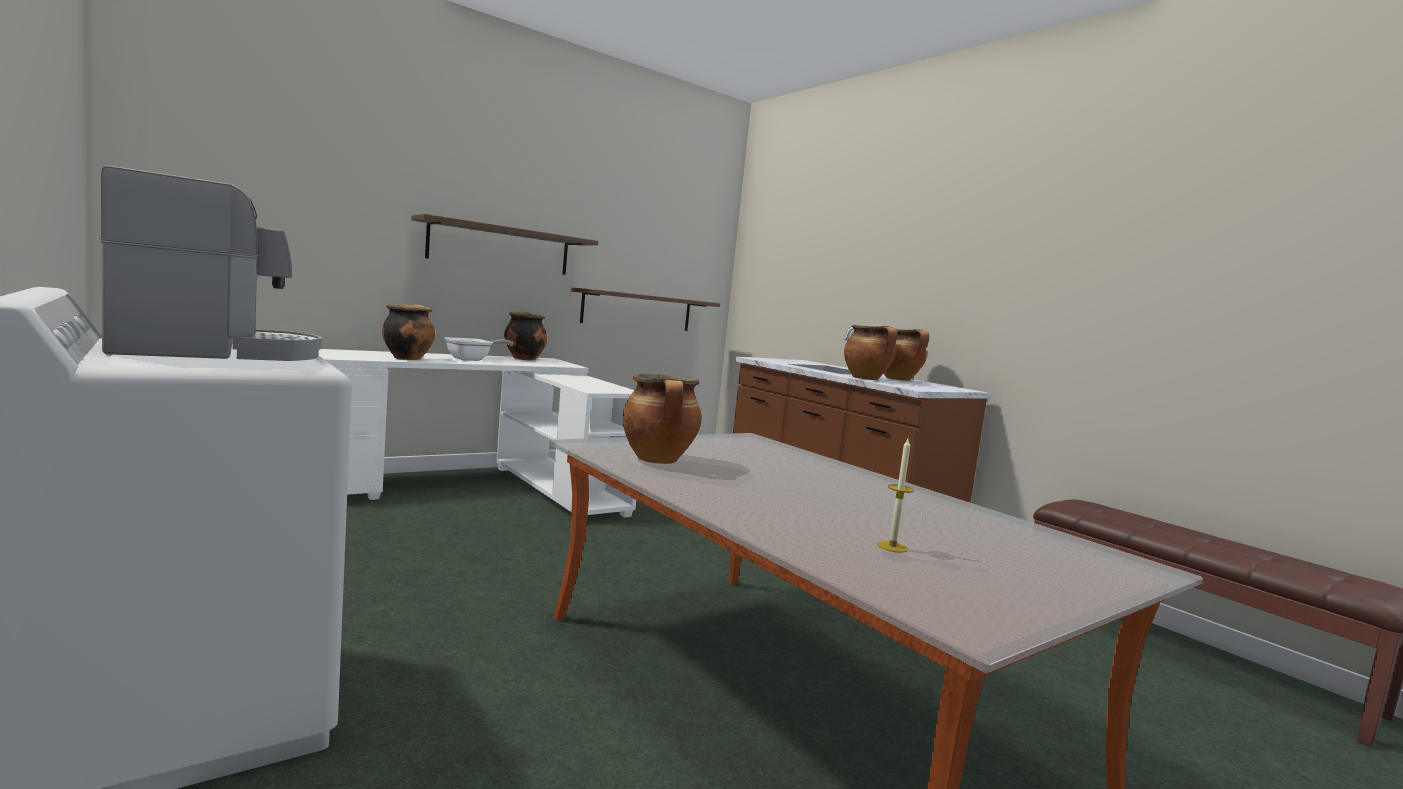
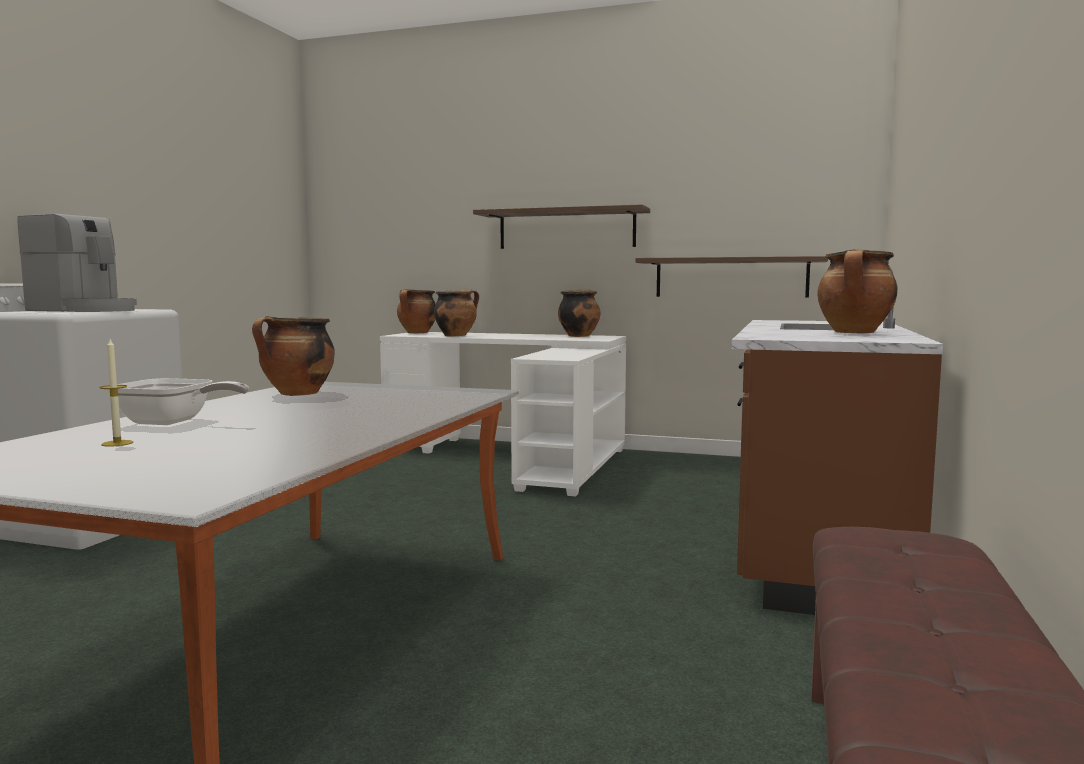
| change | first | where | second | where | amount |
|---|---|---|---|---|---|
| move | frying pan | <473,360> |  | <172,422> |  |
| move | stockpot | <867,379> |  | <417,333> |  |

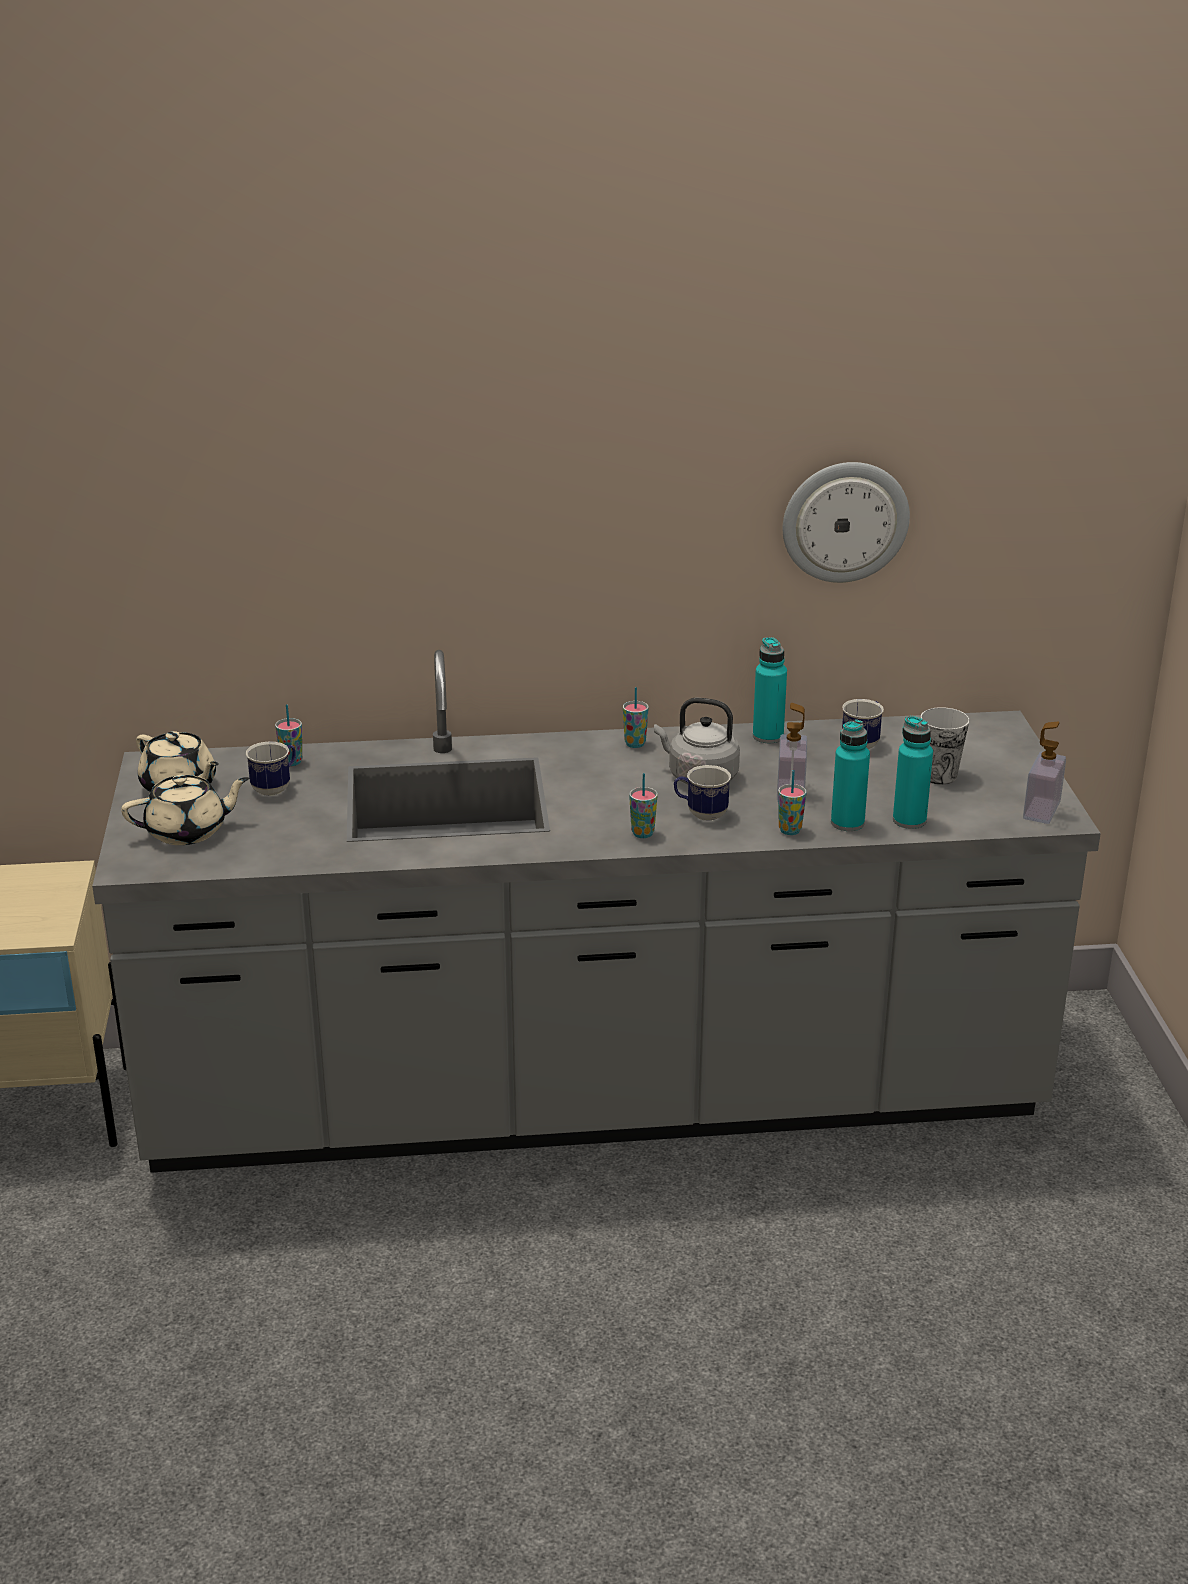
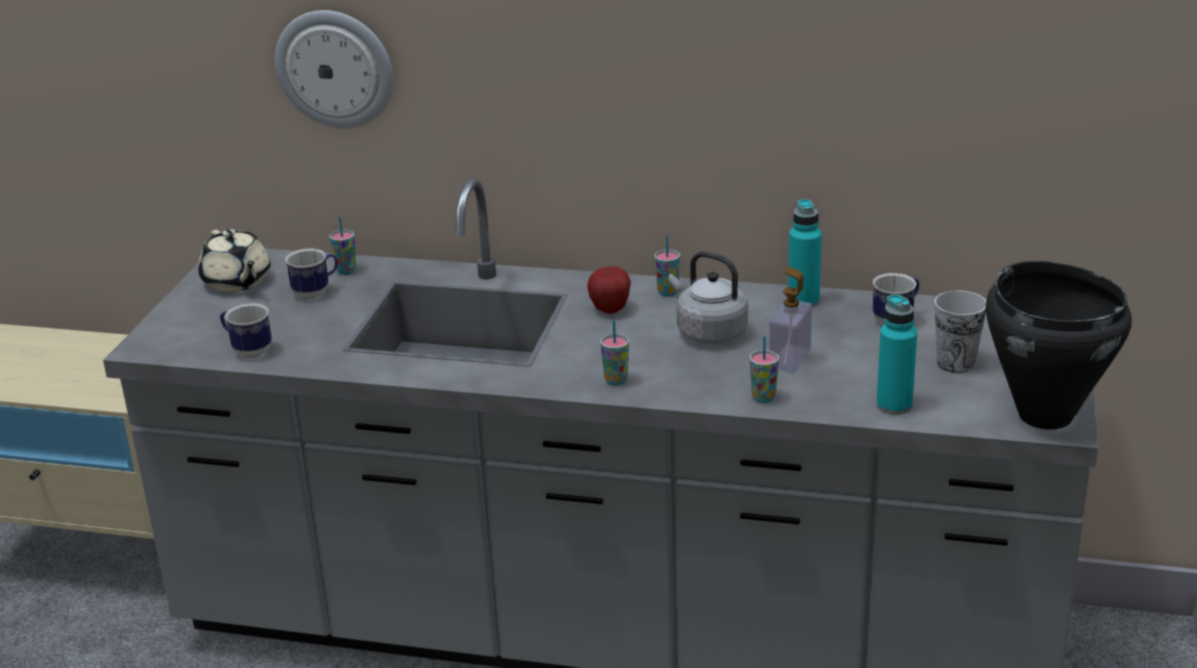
| change | first | where | second | where | amount |
|---|---|---|---|---|---|
| move | coffee mug | <701,814> |  | <247,350> |  |
| move | hanging clock | <845,521> |  | <335,68> |  |
| insert |  |  | apple fruit | <610,310> |  |
| replace | soap dispenser | <1041,810> | stockpot (black) | <1045,414> |  |
| delete | pot for tea (beige) | <188,831> |  |  |  |
| delete | beverage bottle (turquoise) | <847,823> |  |  |  |

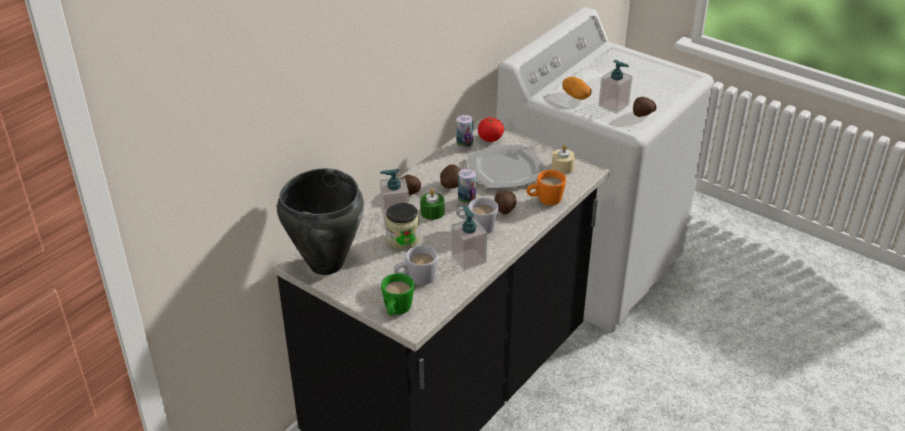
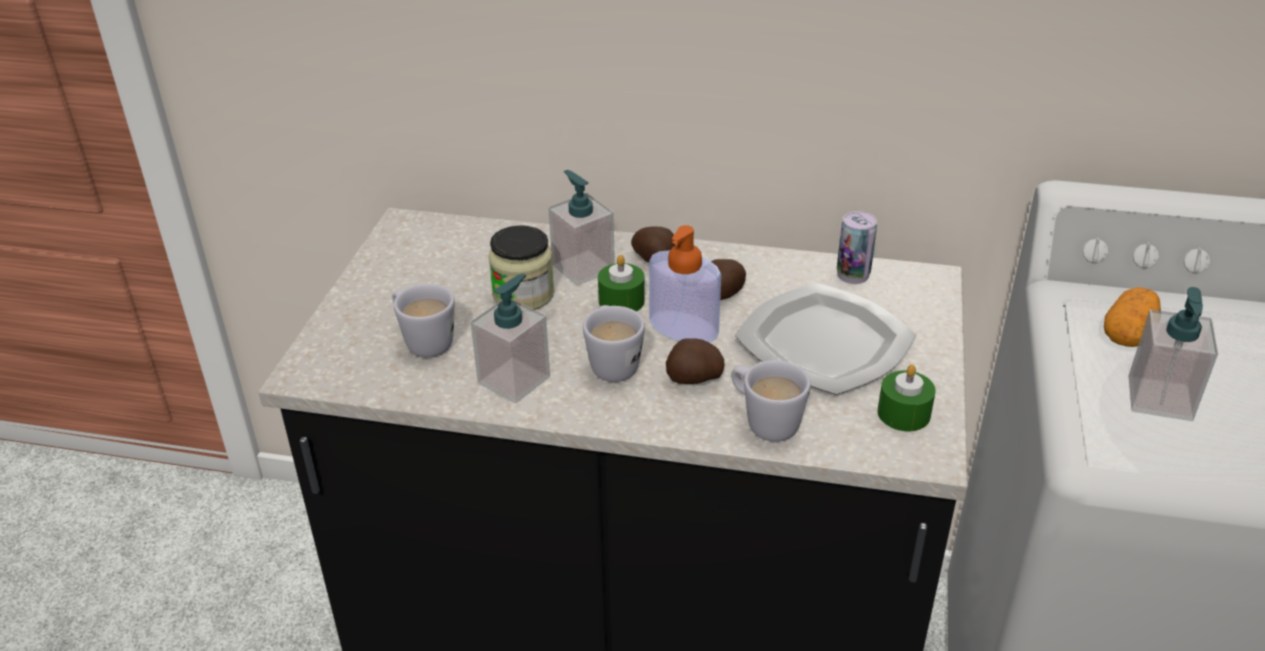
| change | first | where | second | where | amount |
|---|---|---|---|---|---|
| replace | metal can | <466,201> | soap dispenser | <683,327> |  |
| recolor | coffee mug (orange-coloured) | <544,201> | coffee mug (white) | <764,421> |  |
| recolor | wax light (beige) | <562,167> | wax light (green) | <903,413> |  |
| delete | stockpot (black) | <325,264> |  |  |  |
| delete | coffee mug (green) | <396,311> |  |  |  |
| delete | whole tomato | <490,138> |  |  |  |
| delete | potato | <642,114> |  |  |  |

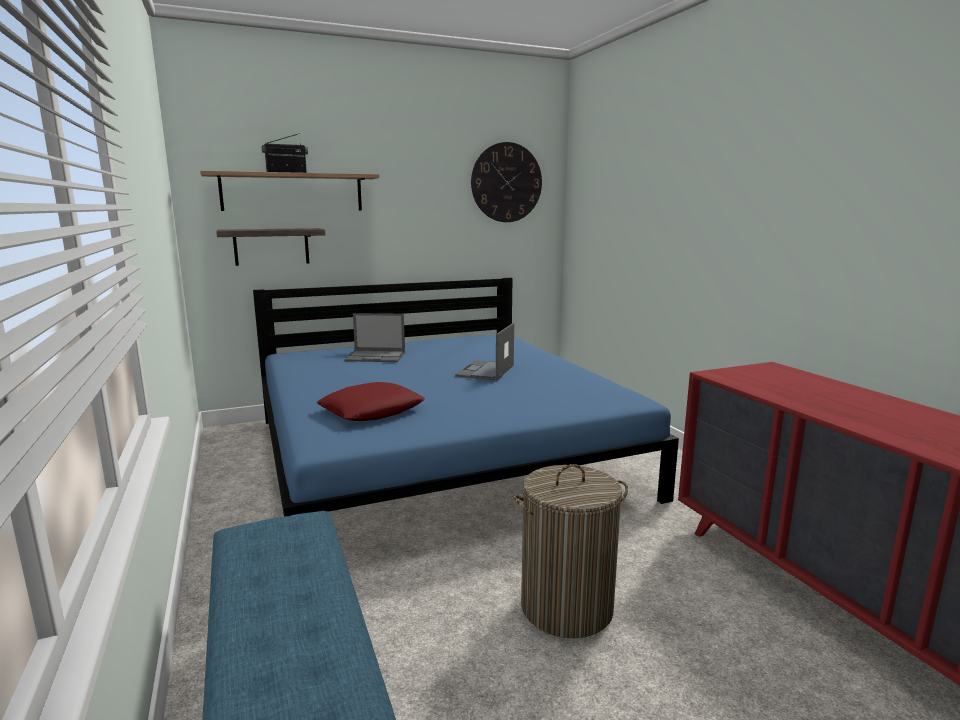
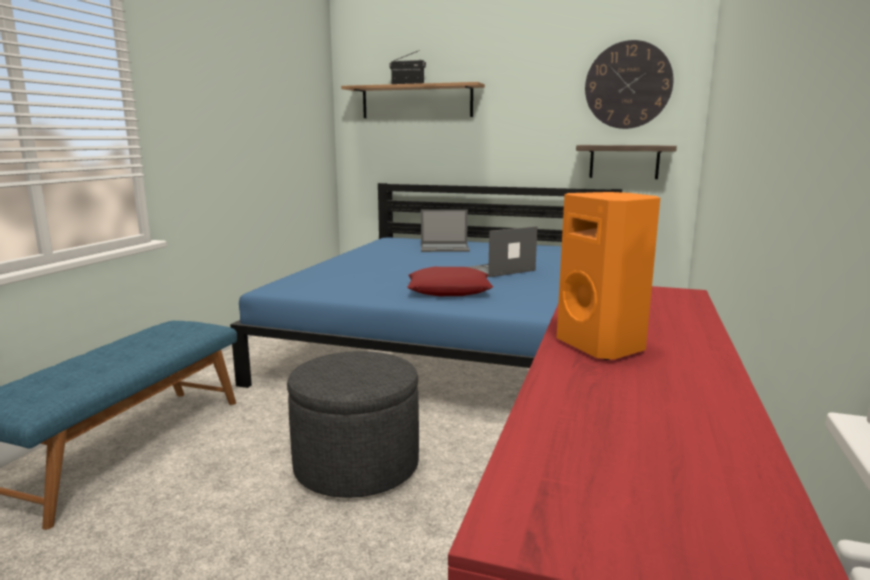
| change | first | where | second | where | amount |
|---|---|---|---|---|---|
| replace | washing basket | <566,607> | pouffe (grey) | <356,465> |  |
| move | cushion (red-coloured) | <372,410> |  | <449,290> |  |
| rotate | portable computer | <376,356> |  | <445,248> | 45 degrees counterclockwise |
| insert |  |  | loudspeaker (orange-coloured) | <603,346> |  |
| move | bracket shelf | <271,246> |  | <624,161> |  |

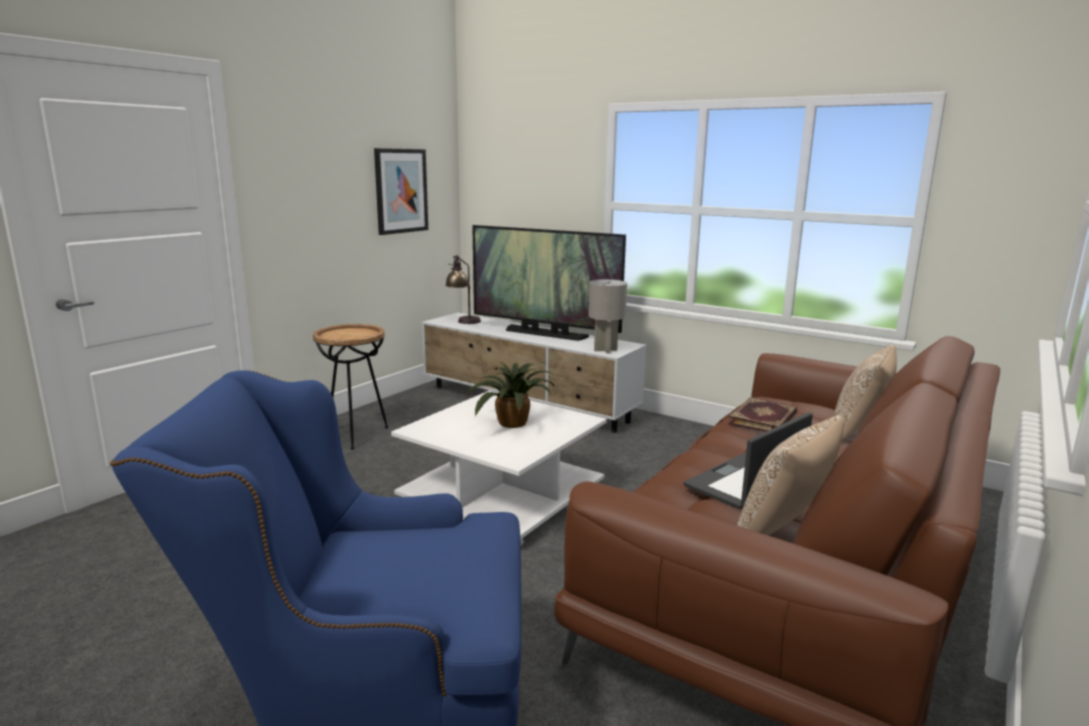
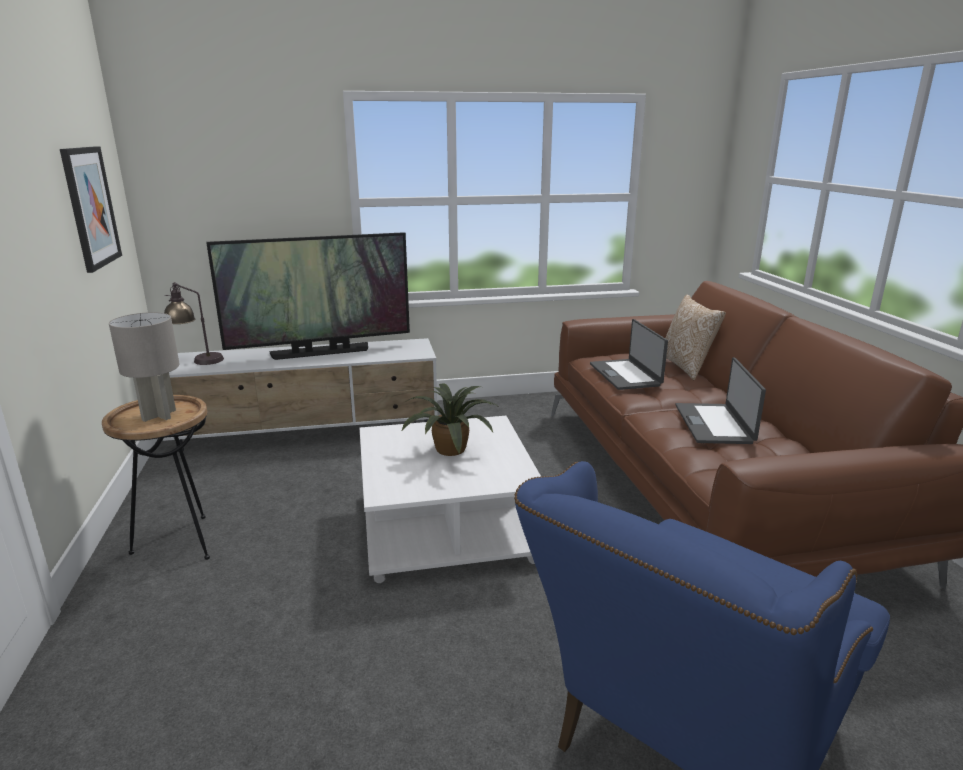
| change | first | where | second | where | amount |
|---|---|---|---|---|---|
| move | lamp for a table (grey) | <605,350> |  | <159,415> |  |
| replace | book | <764,419> | portable computer | <626,375> |  |
| delete | cushion | <783,536> |  |  |  |

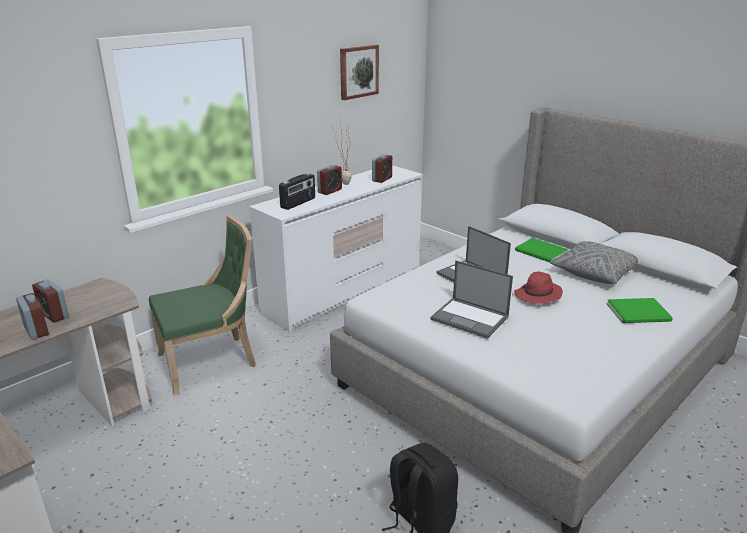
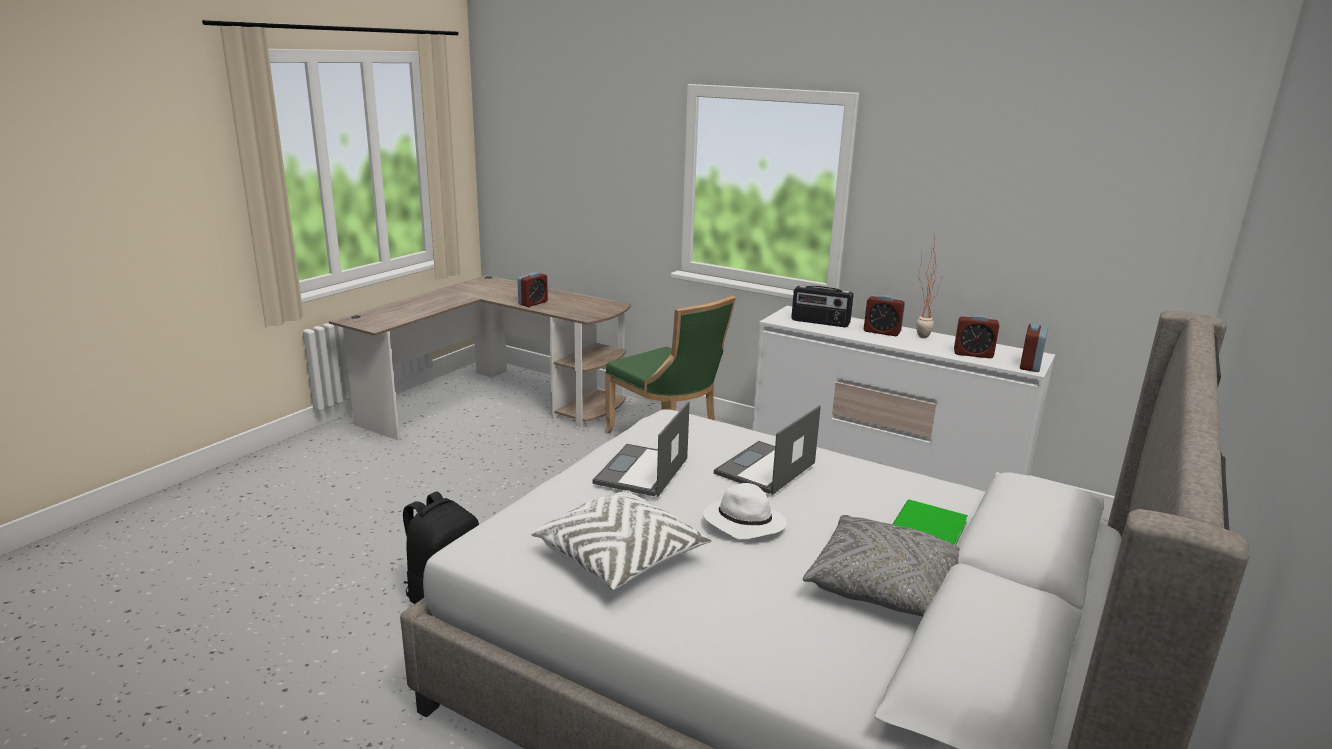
| change | first | where | second | where | amount |
|---|---|---|---|---|---|
| insert |  |  | cushion (white) | <621,558> |  |
| recolor | hat (red-coloured) | <538,296> | hat (white) | <742,523> |  |
| move | alarm clock | <54,315> |  | <1030,365> |  |
| delete | picture | <358,71> |  |  |  |
| delete | book (green) | <640,313> |  |  |  |

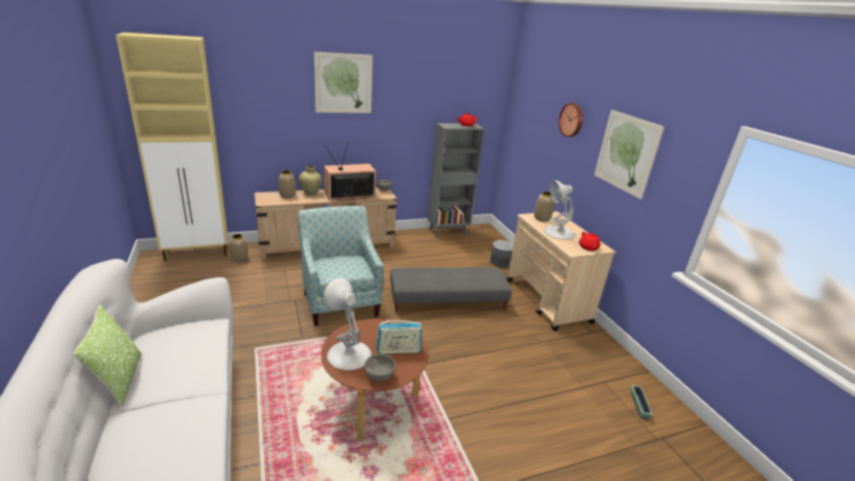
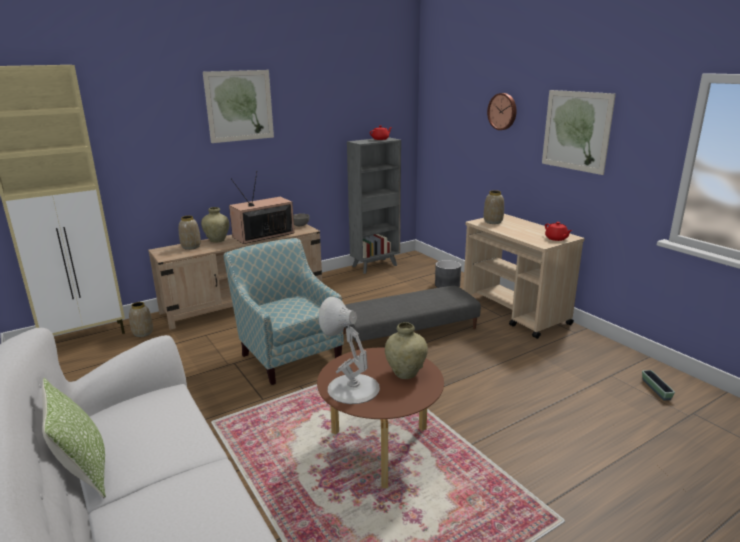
| change | first | where | second | where | amount |
|---|---|---|---|---|---|
| replace | radio | <398,350> | flower vase (beige) | <405,373> |  |
| delete | serving bowl (grey) | <379,376> |  |  |  |
| delete | lamp for a table (white) | <558,233> |  |  |  |

